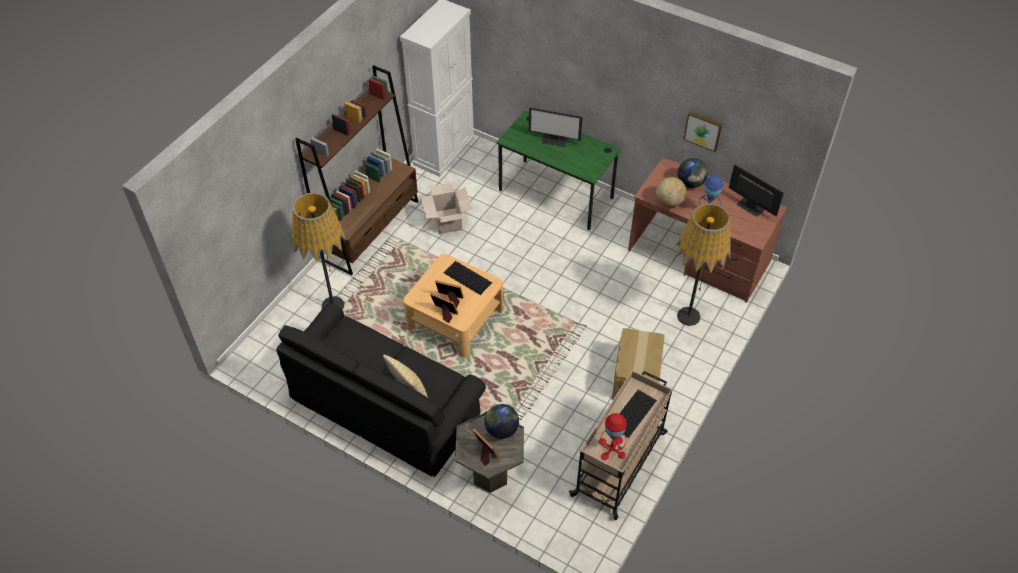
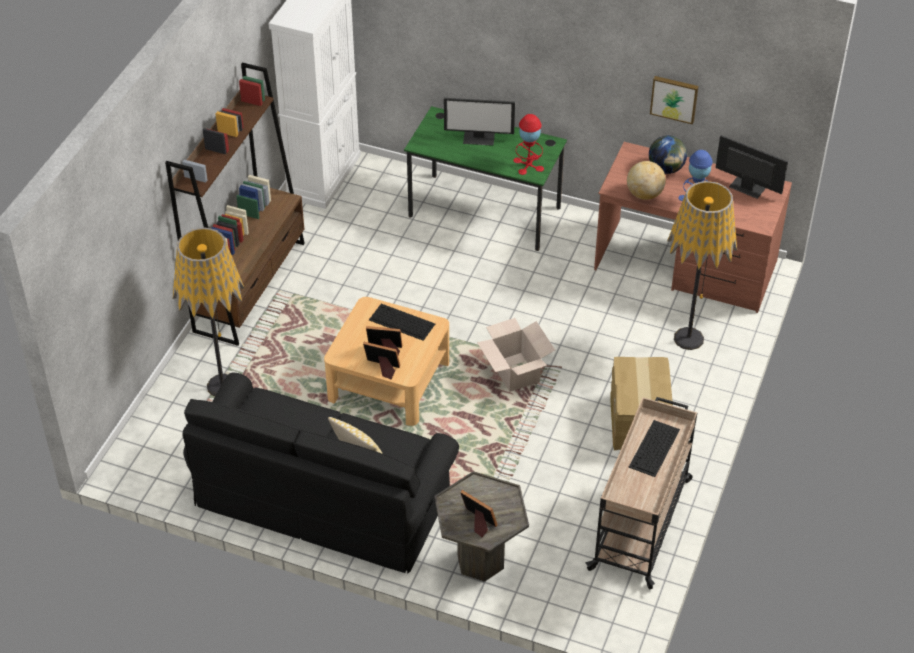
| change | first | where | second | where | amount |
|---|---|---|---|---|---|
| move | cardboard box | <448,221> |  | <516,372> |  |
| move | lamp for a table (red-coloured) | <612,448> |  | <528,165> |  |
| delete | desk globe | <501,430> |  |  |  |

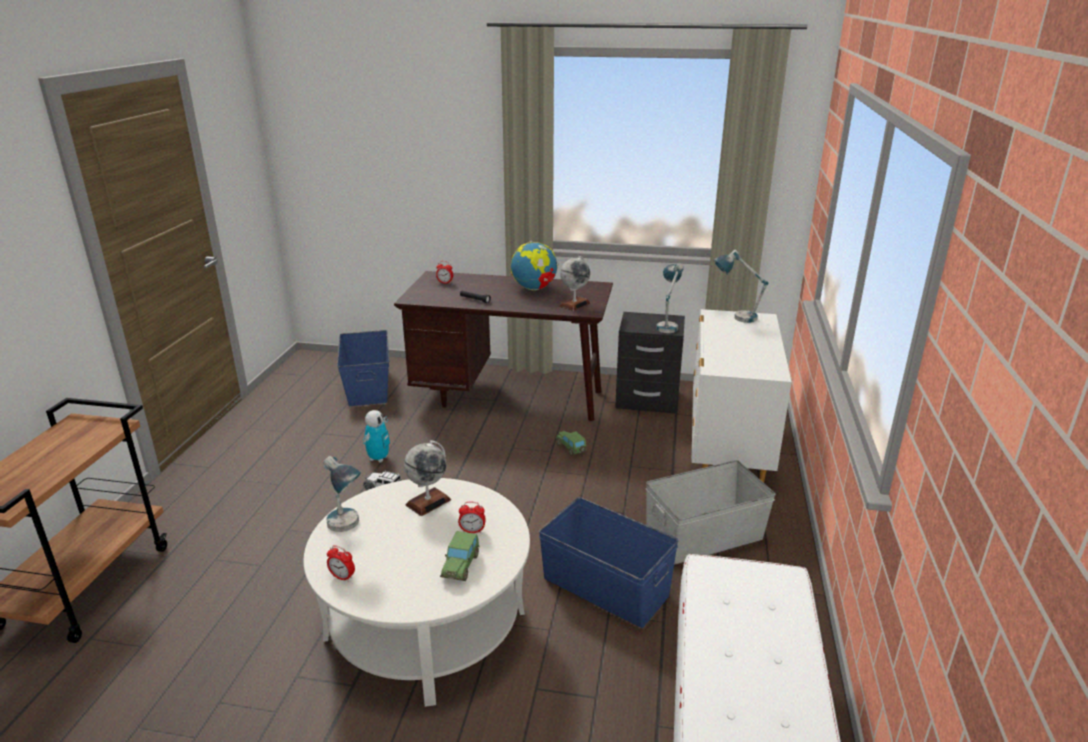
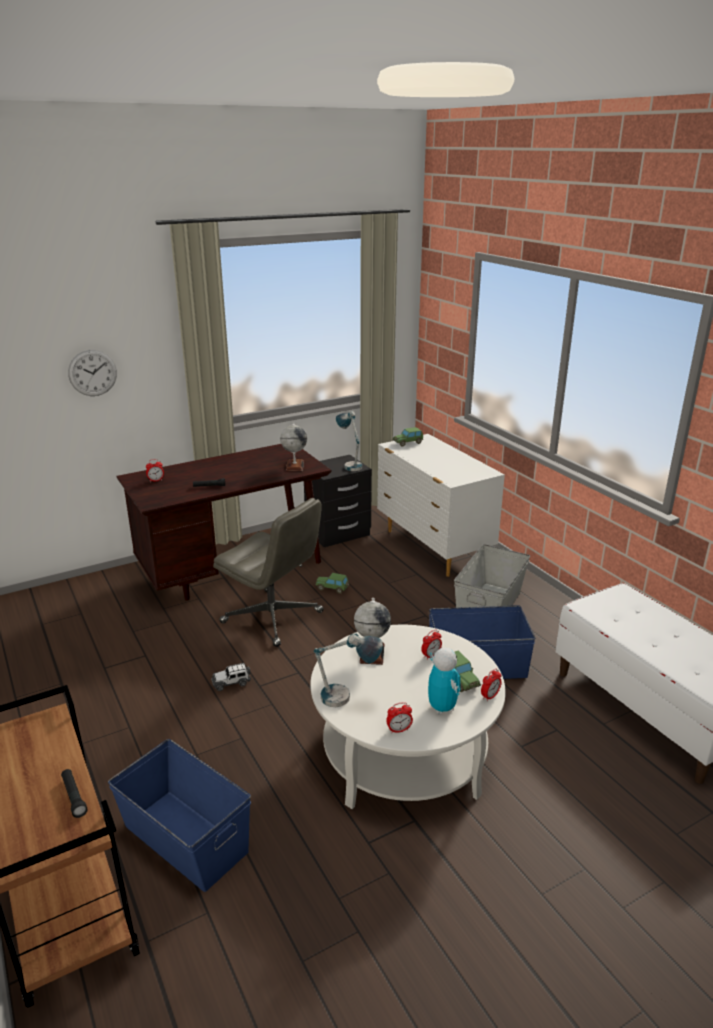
| change | first | where | second | where | amount |
|---|---|---|---|---|---|
| insert |  |  | torch (black) | <74,797> |  |
| insert |  |  | hanging clock | <92,373> |  |
| move | storage container (blue-coloured) | <367,386> |  | <185,839> |  |
| insert |  |  | computer chair (grey) | <273,617> |  |
| replace | lamp for a table | <735,317> | model car | <408,443> |  |
| move | model robot | <378,458> |  | <442,708> |  |
| insert |  |  | alarm clock | <490,696> |  |
| delete | desk globe | <534,289> |  |  |  |

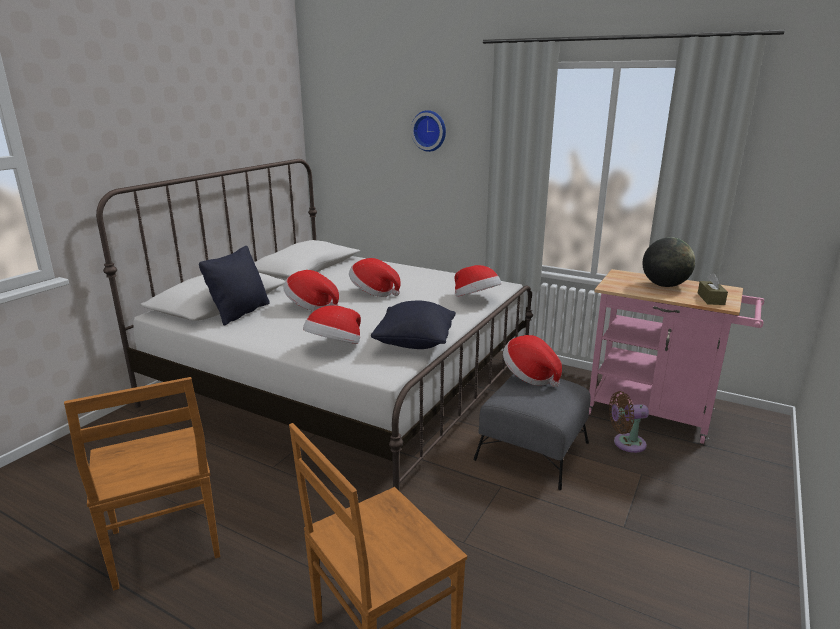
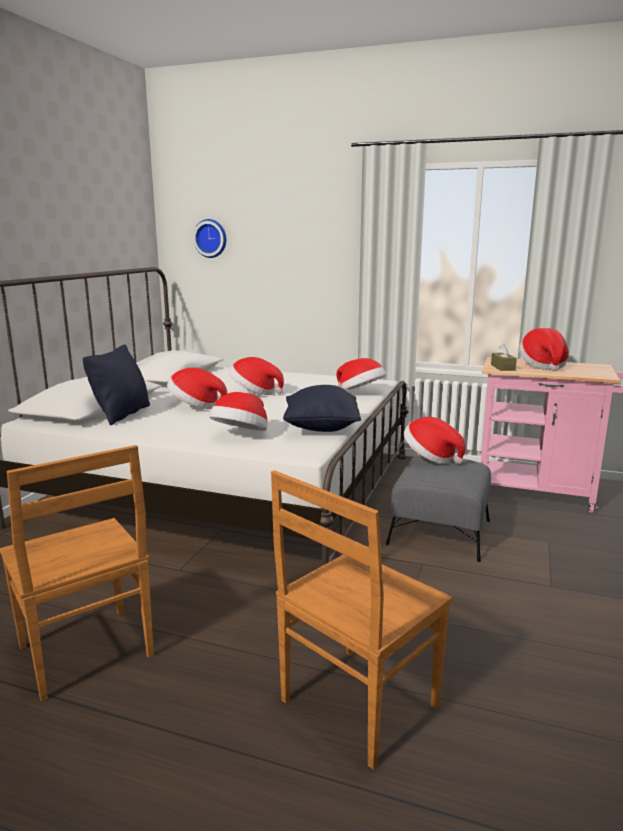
| change | first | where | second | where | amount |
|---|---|---|---|---|---|
| move | hanging clock | <430,130> |  | <211,238> |  |
| move | tissue holder (brown) | <710,299> |  | <502,367> |  |
| replace | desk globe | <664,285> | hat | <542,366> |  |
| delete | cooling fan (brown) | <626,443> |  |  |  |

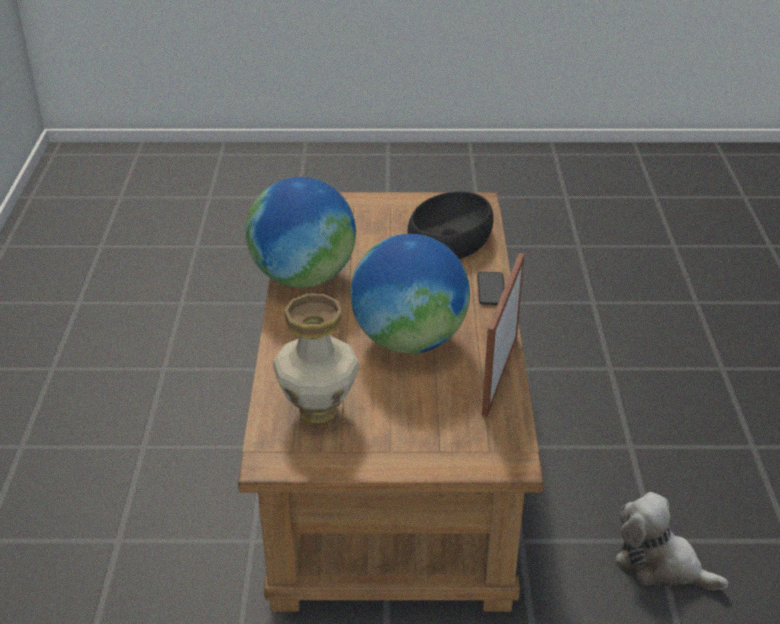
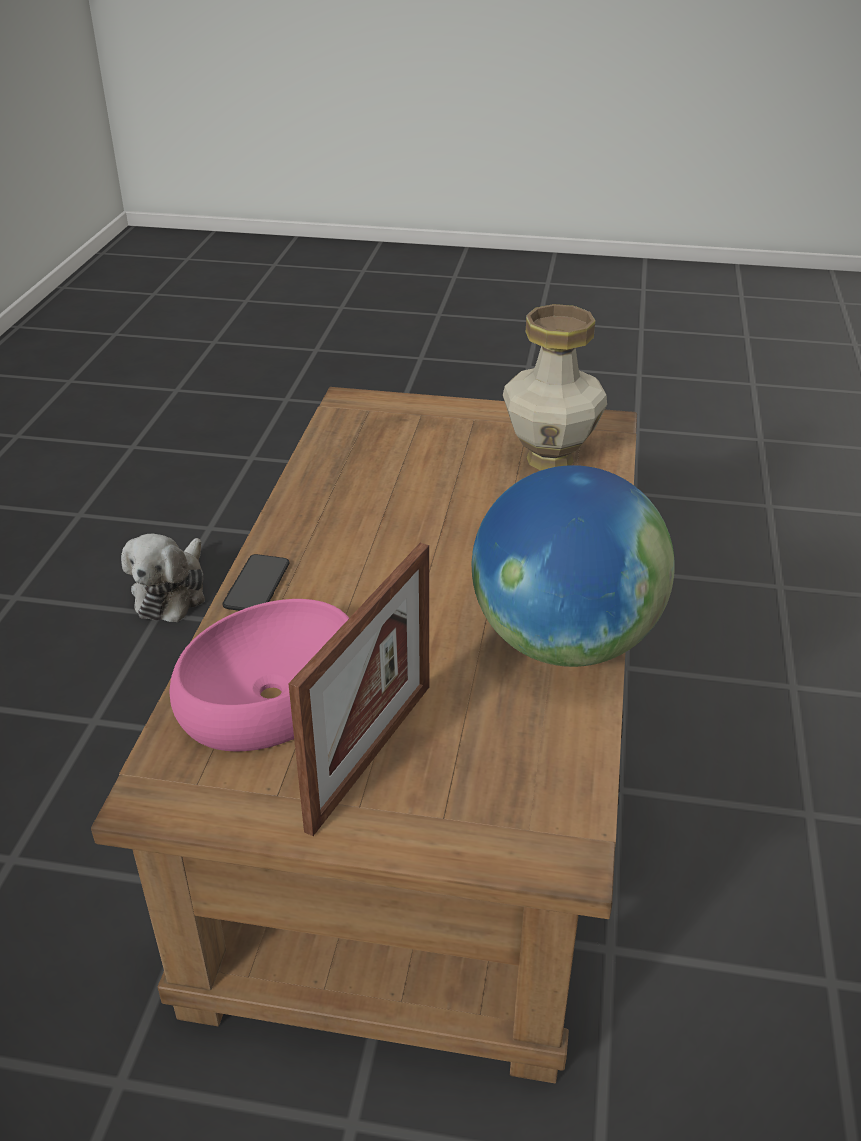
| change | first | where | second | where | amount |
|---|---|---|---|---|---|
| rotate | soft toy | <660,564> |  | <172,592> | 60 degrees clockwise |
| recolor | serving bowl (black) | <449,238> | serving bowl (pink-coloured) | <271,697> |  |
| move | photo frame | <500,374> |  | <371,754> |  |
| delete | desk globe | <409,341> |  |  |  |

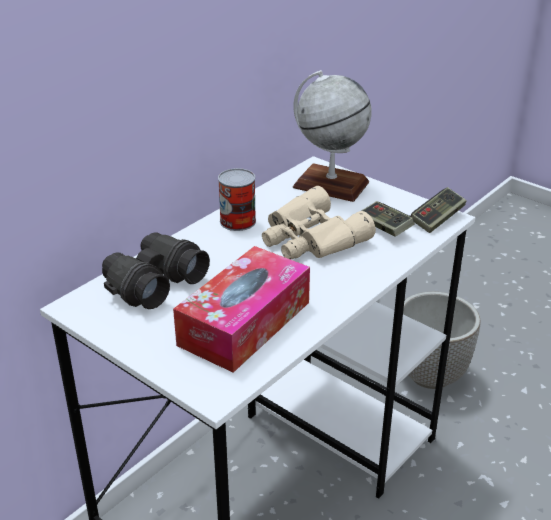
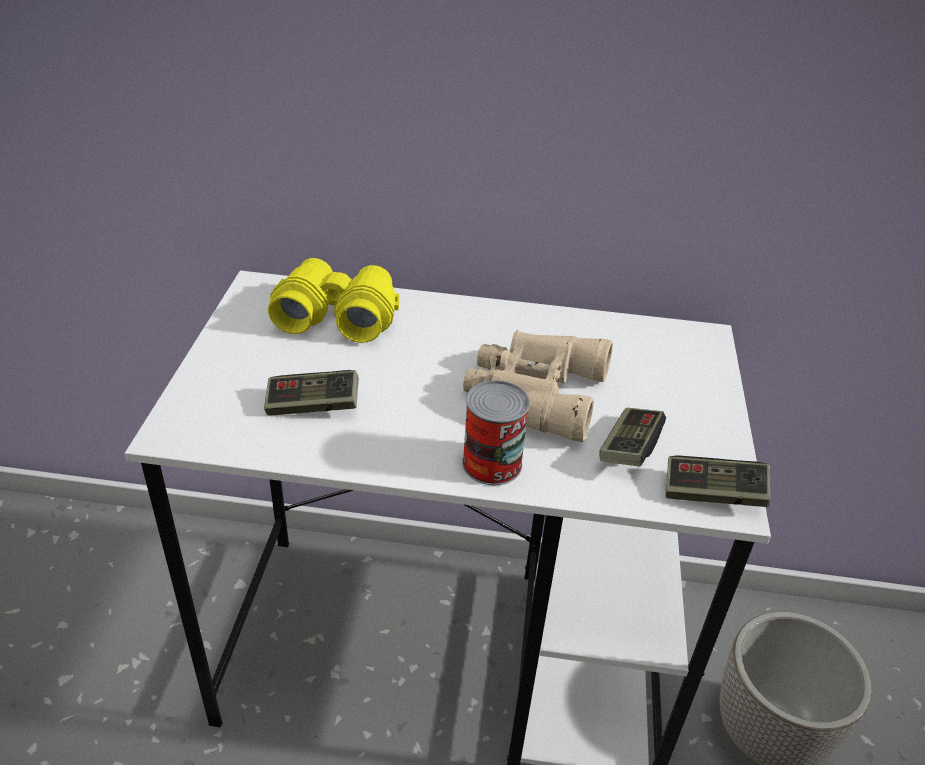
| change | first | where | second | where | amount |
|---|---|---|---|---|---|
| replace | tissue holder | <245,323> | gamepad | <313,406> |  |
| recolor | pair of binoculars (black) | <153,282> | pair of binoculars (yellowish) | <336,315> |  |
| move | metal can | <237,221> |  | <492,463> |  |
| delete | desk globe | <330,185> |  |  |  |

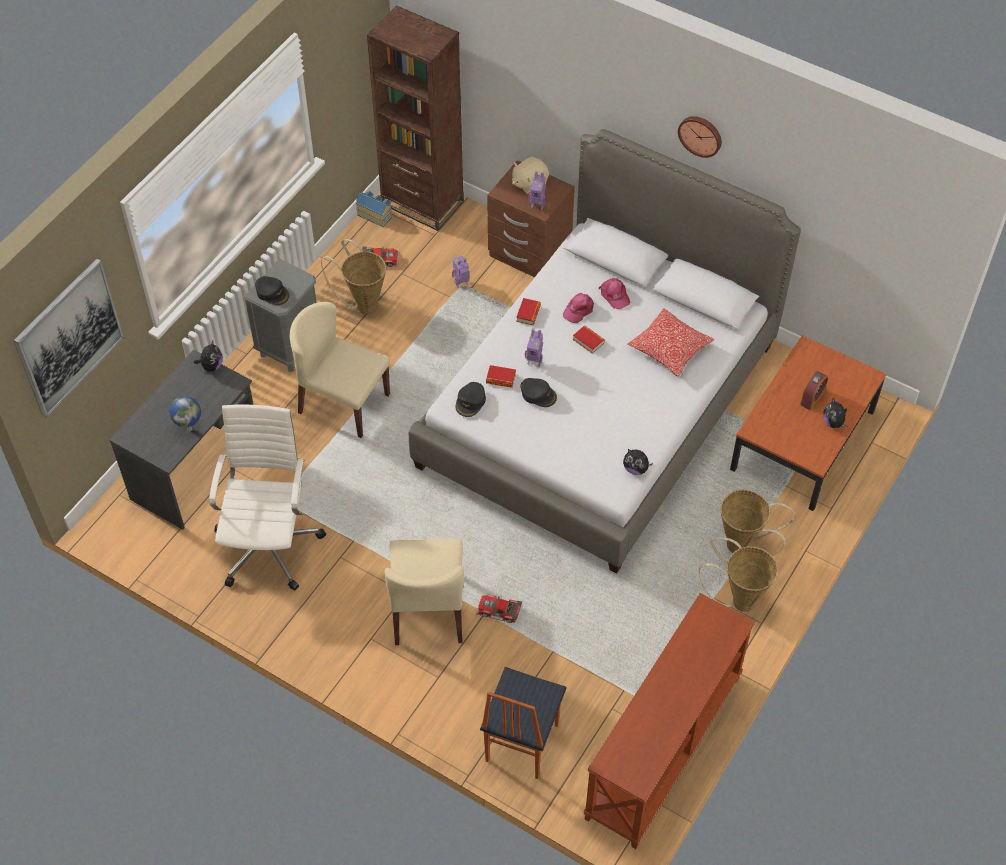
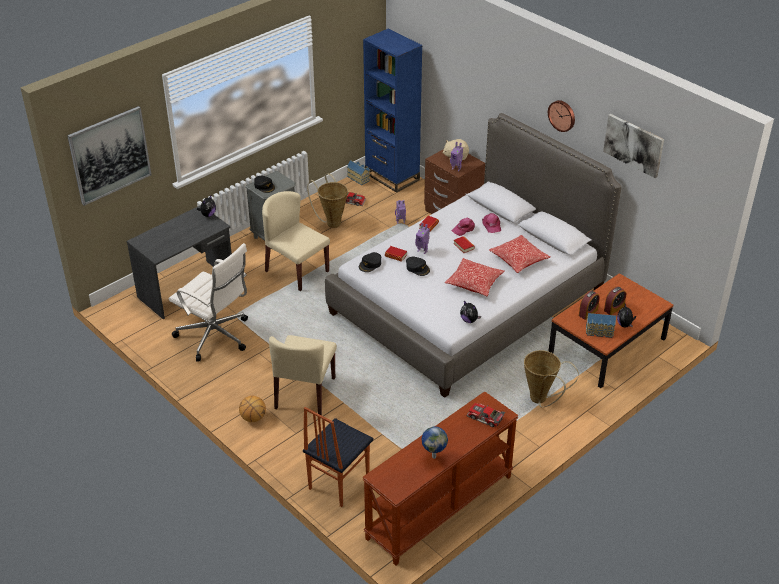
| change | first | where | second | where | amount |
|---|---|---|---|---|---|
| rotate | computer chair (white) | <269,543> |  | <215,337> | 105 degrees clockwise |
| insert |  |  | basketball ball | <253,418> |  |
| recolor | shelving unit (brown) | <422,203> | shelving unit (blue-coloured) | <392,176> |  |
| move | desk globe | <190,428> |  | <434,456> |  |
| insert |  |  | cushion | <474,283> |  |
| move | model car | <498,612> |  | <484,418> |  |
| insert |  |  | alarm clock | <588,312> |  |
| insert |  |  | toy house | <600,331> |  |
| insert |  |  | picture | <634,145> |  |
| delete | basket | <738,600> |  |  |  |

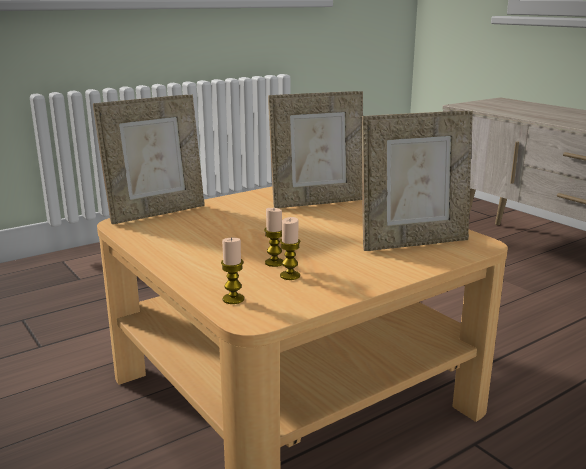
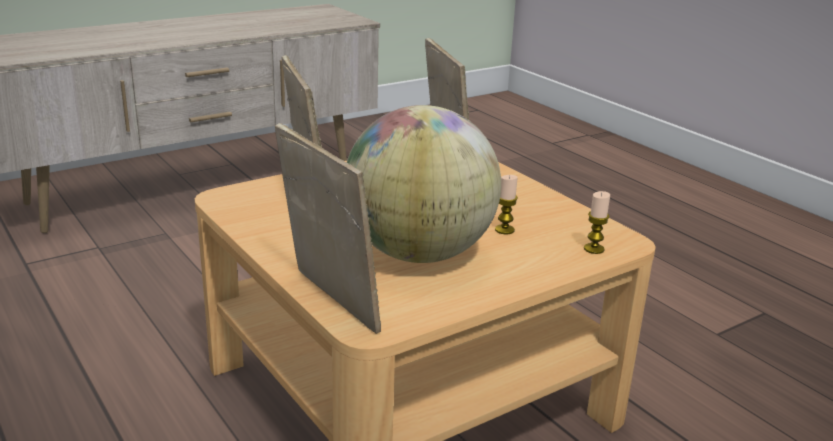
| change | first | where | second | where | amount |
|---|---|---|---|---|---|
| insert |  |  | desk globe | <419,253> |  |
| delete | wax light | <290,276> |  |  |  |

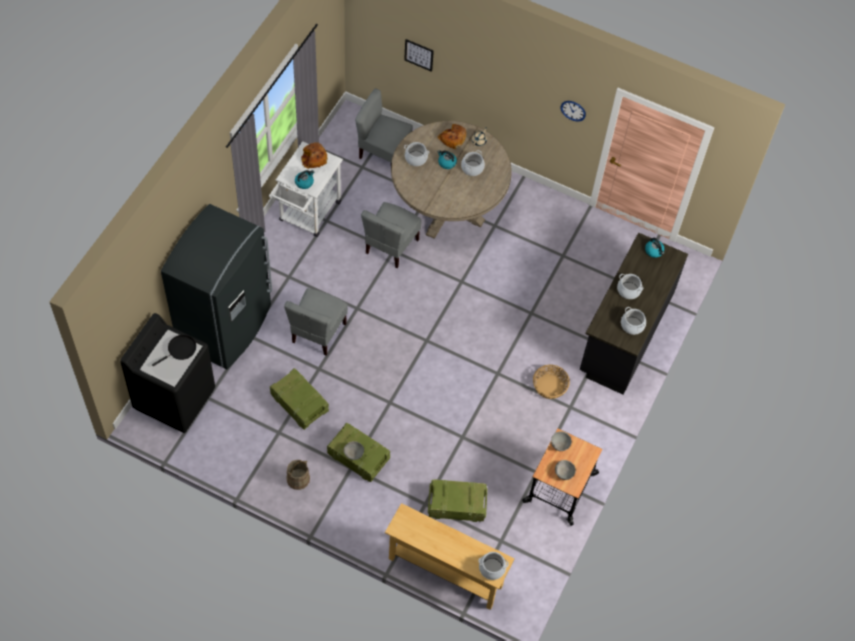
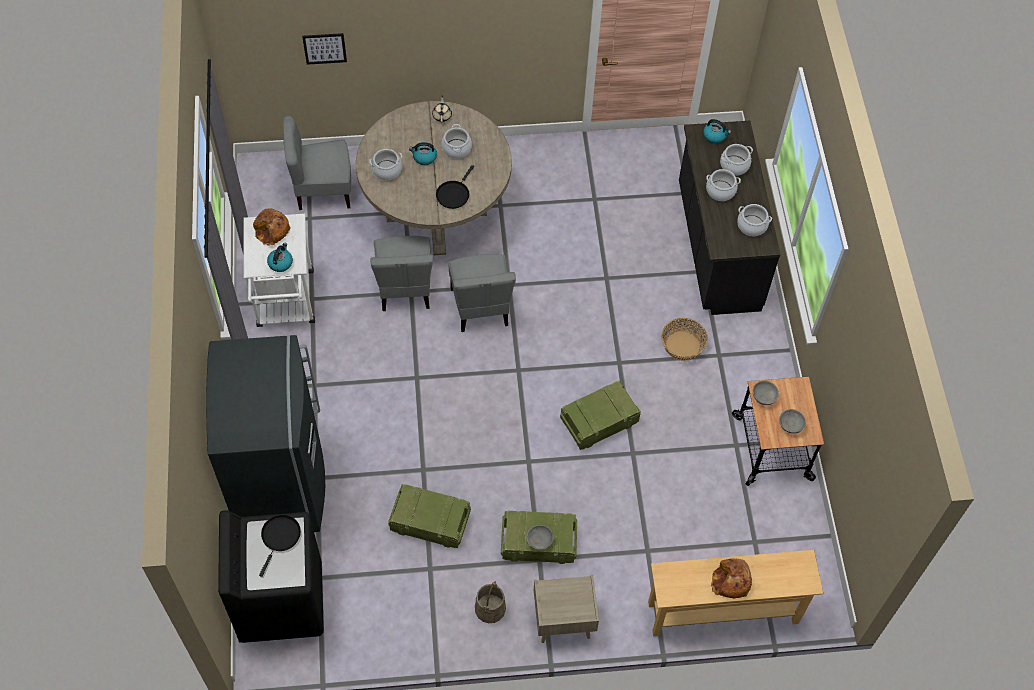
| change | first | where | second | where | amount |
|---|---|---|---|---|---|
| insert |  |  | frying pan (black) | <453,194> |  |
| move | chair (grey) | <318,332> |  | <480,307> |  |
| insert |  |  | nightstand (beige) | <563,622> |  |
| move | shipping crate | <457,505> |  | <600,421> |  |
| move | bakery bread | <452,138> |  | <730,581> |  |
| move | stockpot | <492,568> |  | <734,165> |  |
| delete | hanging clock | <573,110> |  |  |  |

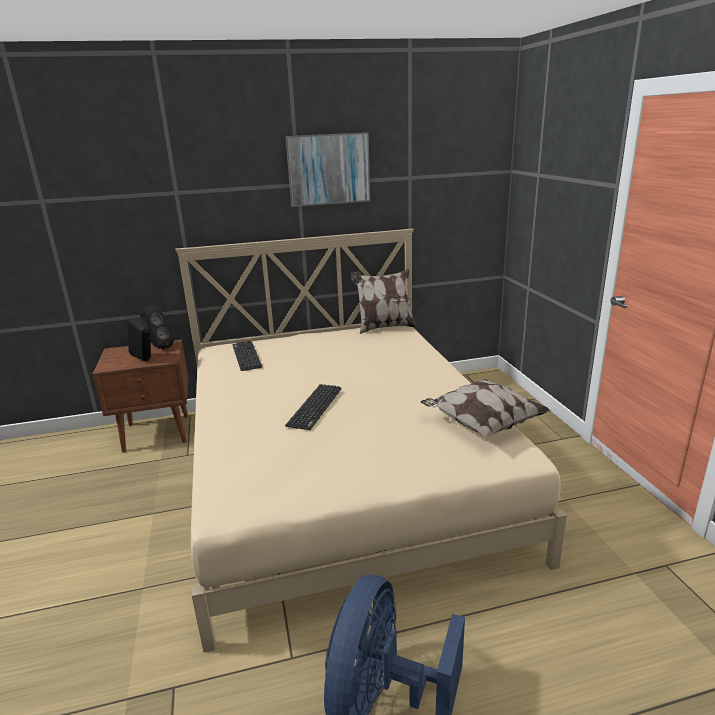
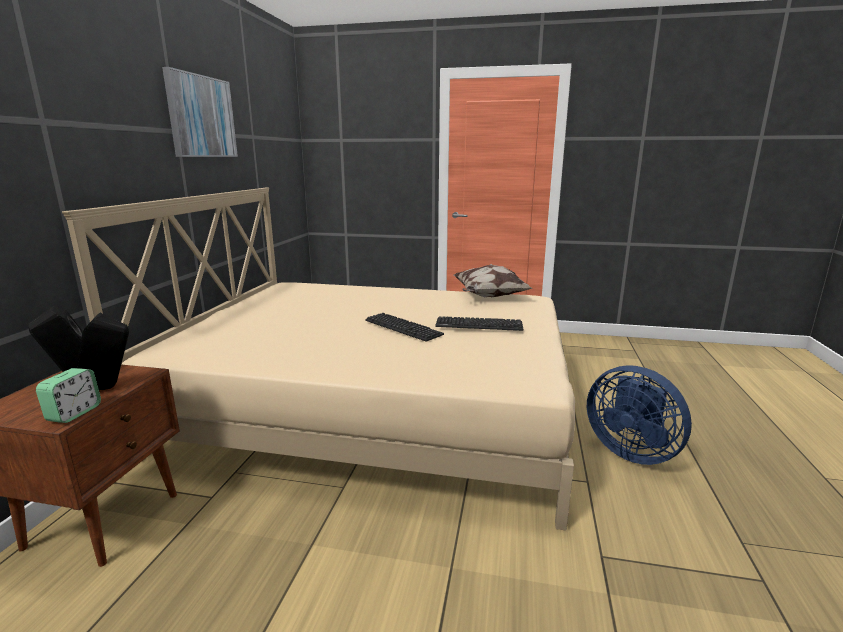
| change | first | where | second | where | amount |
|---|---|---|---|---|---|
| insert |  |  | alarm clock | <74,413> |  |
| move | keyboard | <246,356> |  | <479,325> |  |
| delete | cushion | <384,327> |  |  |  |

